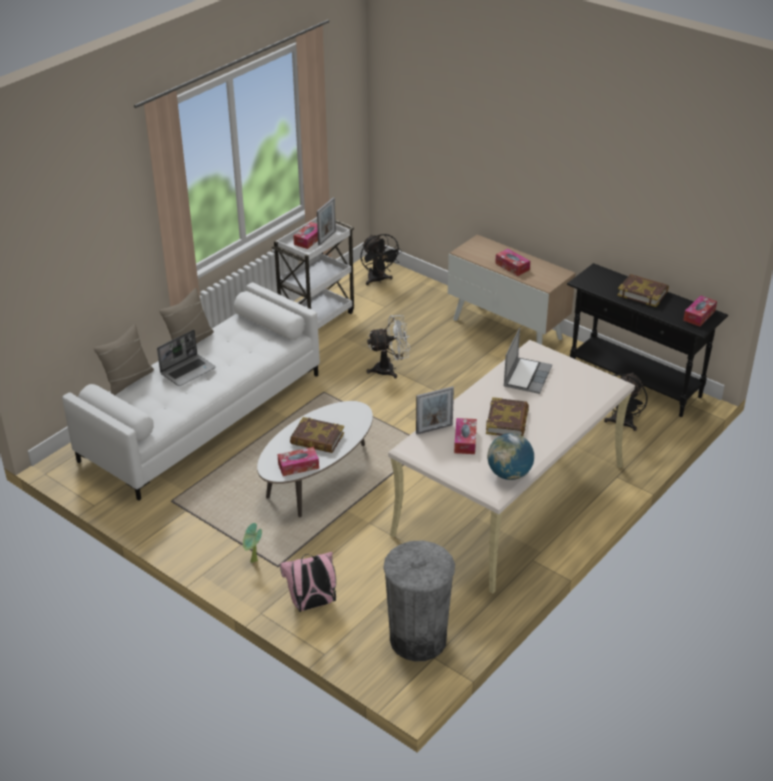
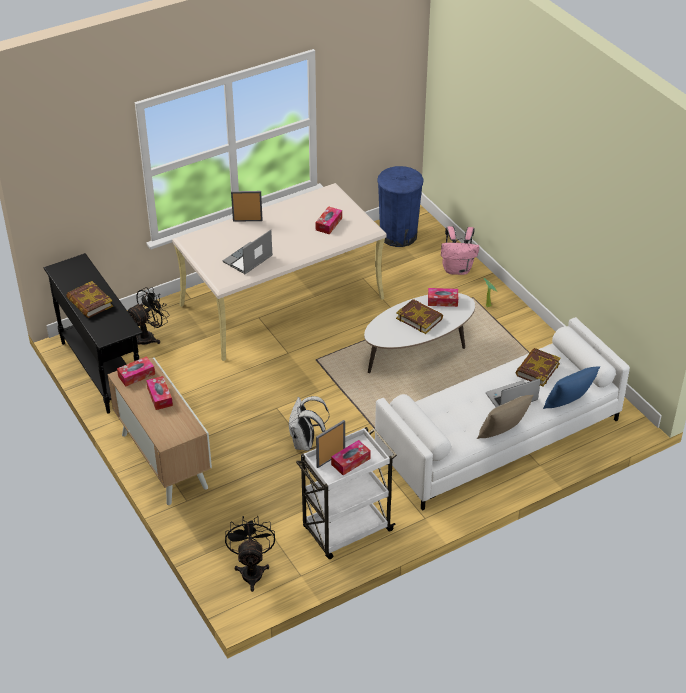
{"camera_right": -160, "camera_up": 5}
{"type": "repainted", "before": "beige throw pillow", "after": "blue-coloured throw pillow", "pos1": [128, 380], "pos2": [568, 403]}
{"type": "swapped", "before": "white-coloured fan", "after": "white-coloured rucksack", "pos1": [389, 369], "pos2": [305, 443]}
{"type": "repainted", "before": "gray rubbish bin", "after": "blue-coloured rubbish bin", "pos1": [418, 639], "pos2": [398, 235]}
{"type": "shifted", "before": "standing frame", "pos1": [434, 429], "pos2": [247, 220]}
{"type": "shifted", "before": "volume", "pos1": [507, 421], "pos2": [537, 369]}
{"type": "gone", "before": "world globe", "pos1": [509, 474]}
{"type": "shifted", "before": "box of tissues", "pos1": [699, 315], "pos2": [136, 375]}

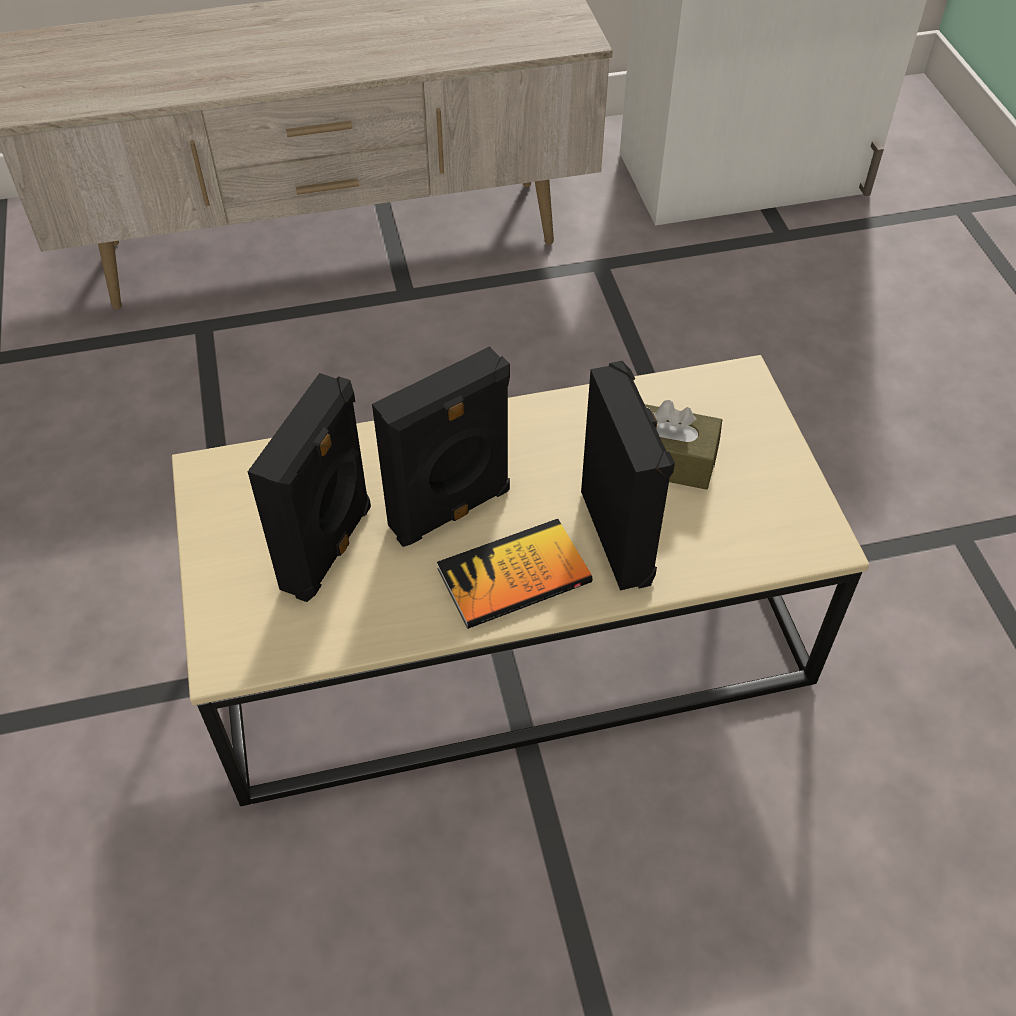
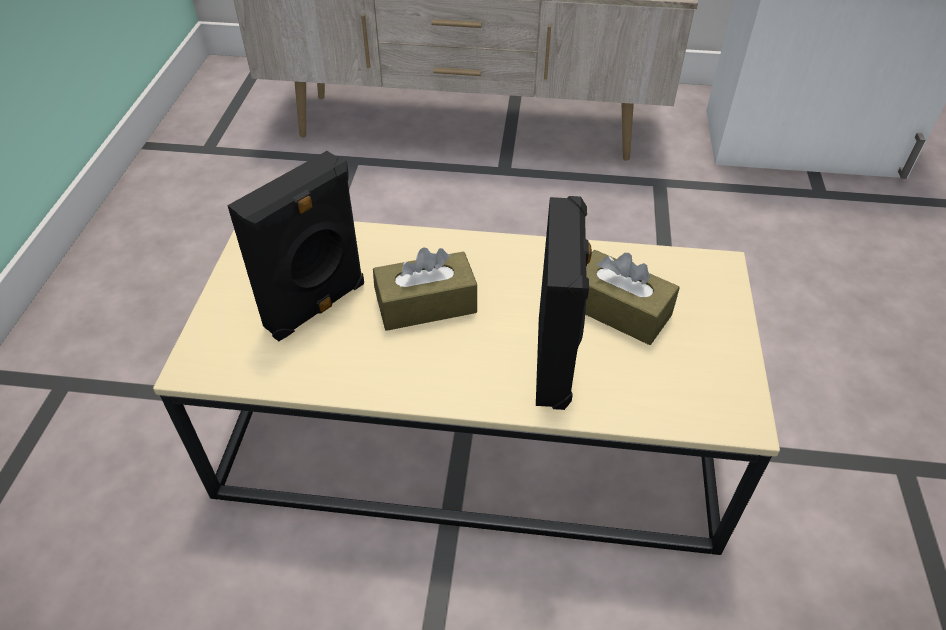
{"camera_right": 20, "camera_up": -5}
{"type": "swapped", "before": "blackish speaker", "after": "brown-coloured box of tissues", "pos1": [452, 511], "pos2": [426, 305]}
{"type": "gone", "before": "volume", "pos1": [514, 576]}

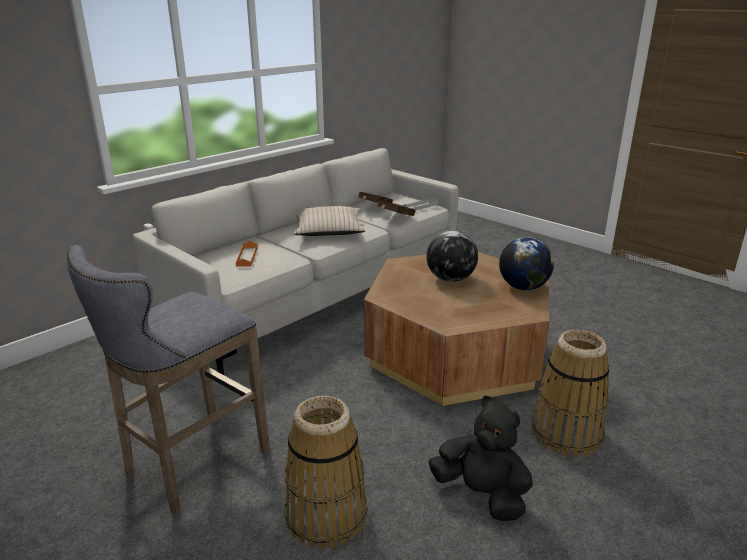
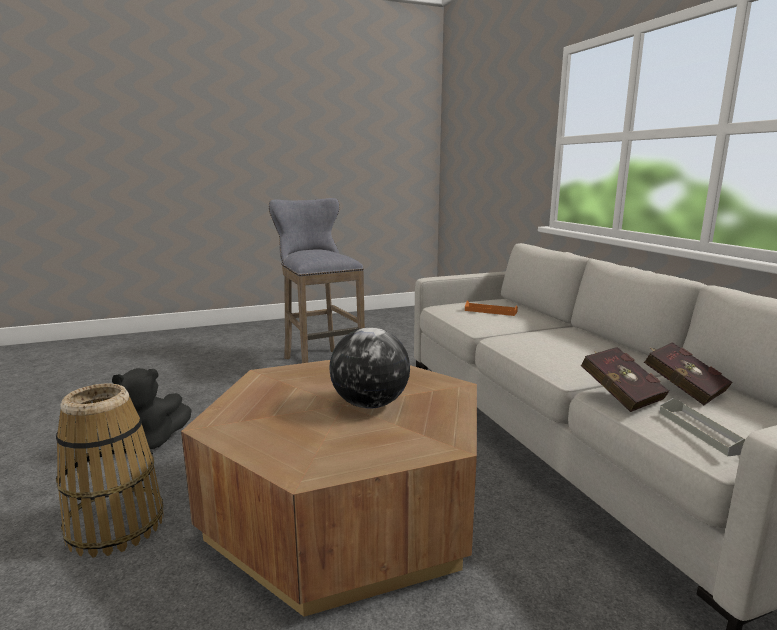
{"camera_right": 115, "camera_up": -10}
{"type": "gone", "before": "storage basket", "pos1": [326, 515]}
{"type": "gone", "before": "beige throw pillow", "pos1": [328, 230]}
{"type": "gone", "before": "world globe", "pos1": [523, 287]}

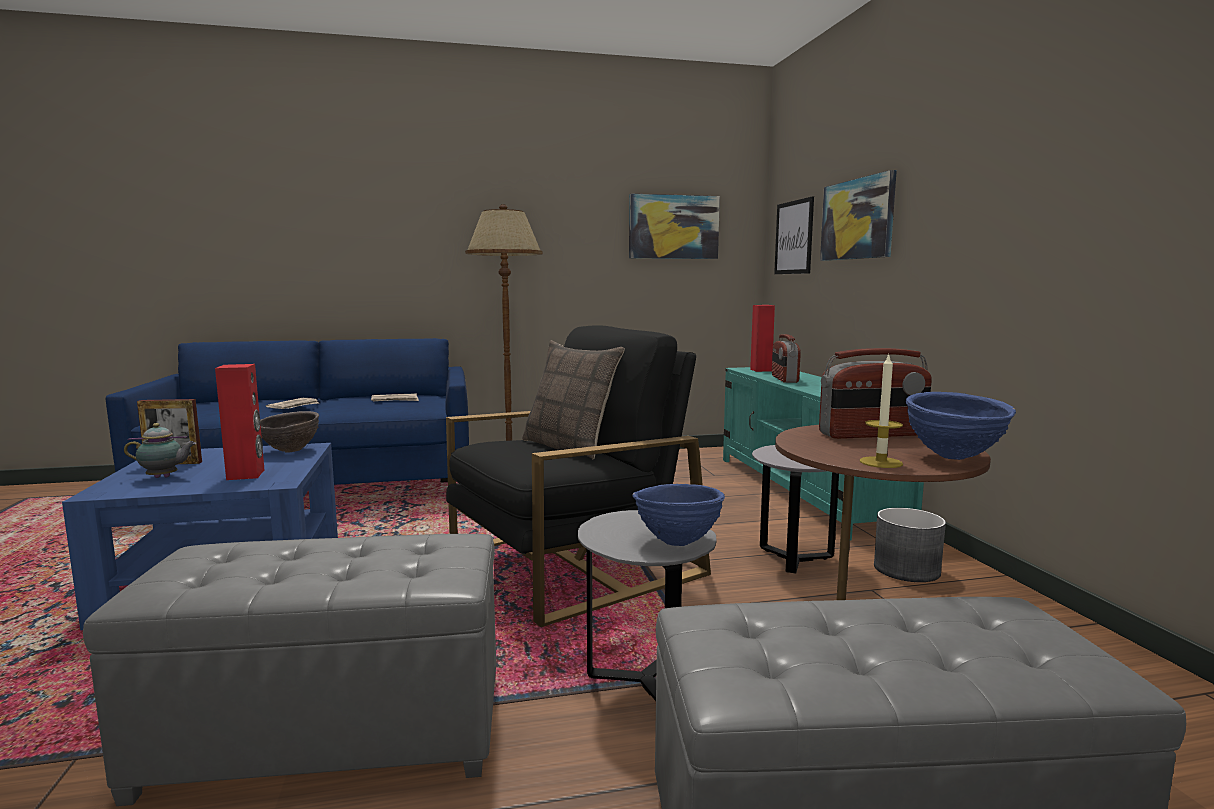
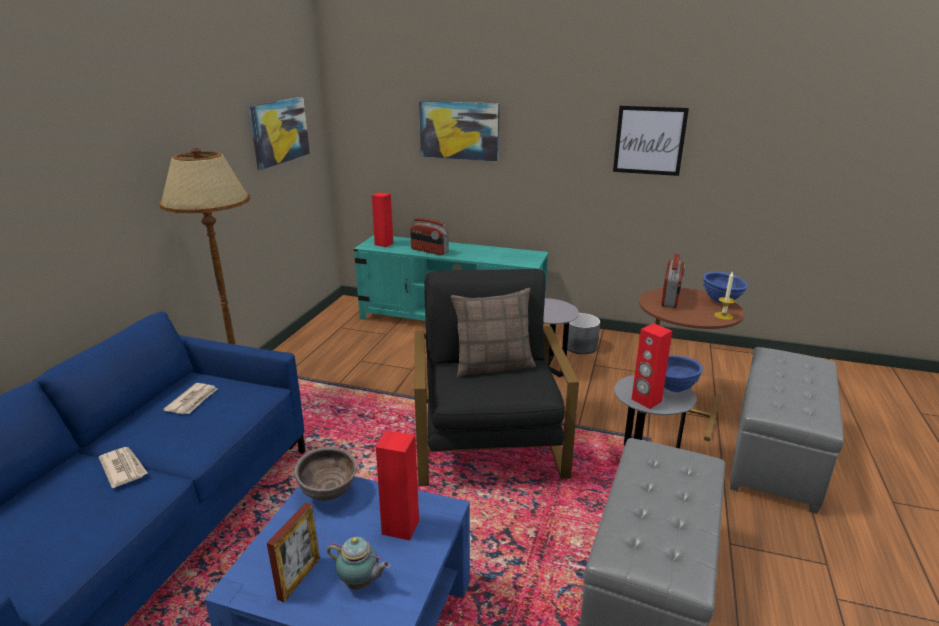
{"camera_right": -60, "camera_up": 15}
{"type": "rotated", "before": "pot for tea", "pos1": [164, 477], "pos2": [360, 583], "turn": 90}
{"type": "shifted", "before": "picture", "pos1": [794, 237], "pos2": [649, 140]}
{"type": "new", "after": "reddish speaker", "pos2": [646, 400]}

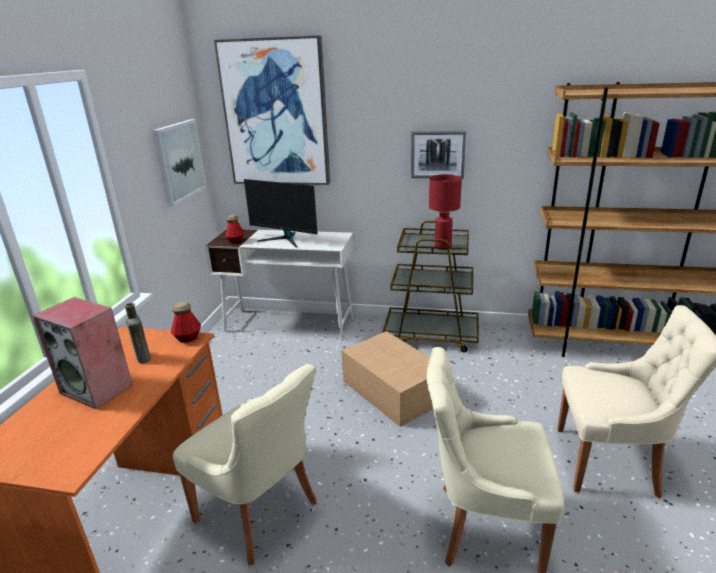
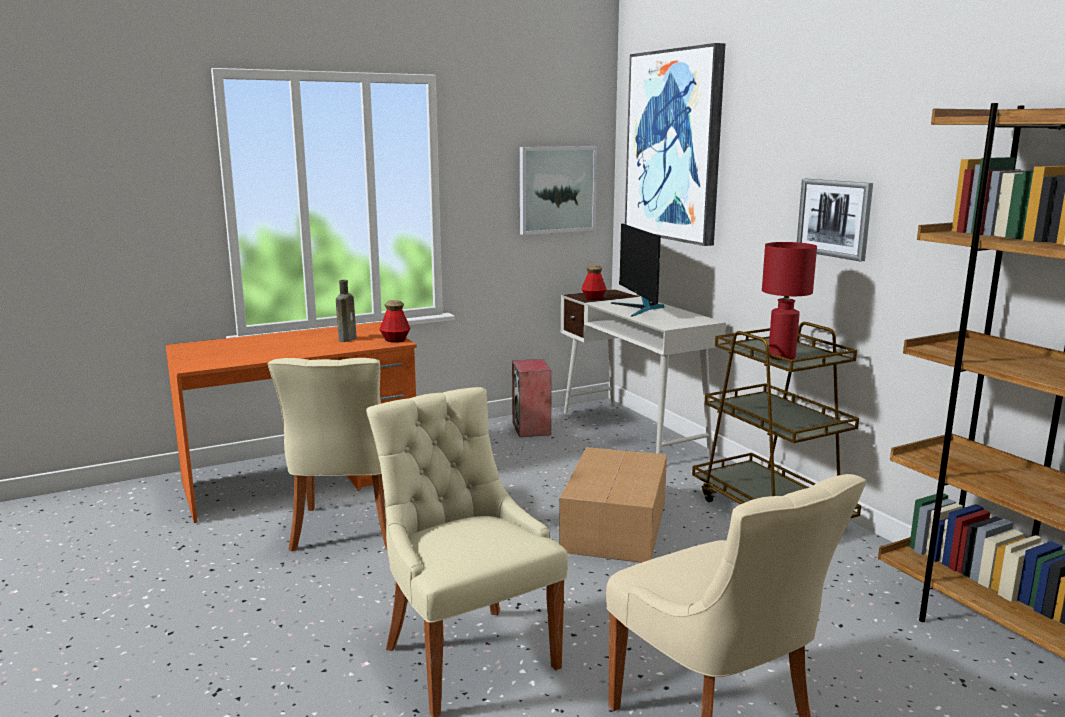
{"camera_right": 50, "camera_up": -10}
{"type": "shifted", "before": "speaker", "pos1": [98, 389], "pos2": [532, 429]}

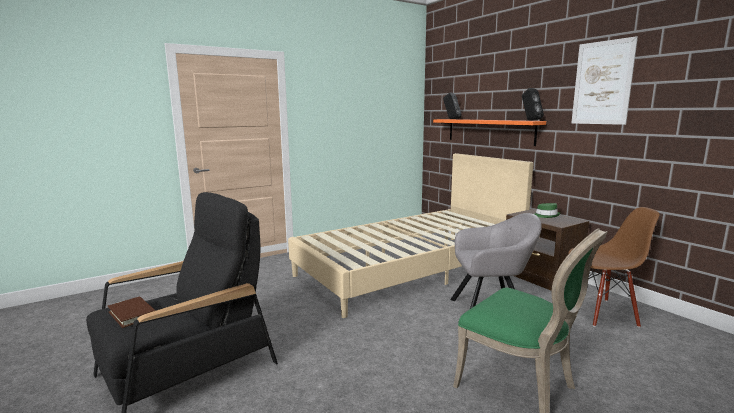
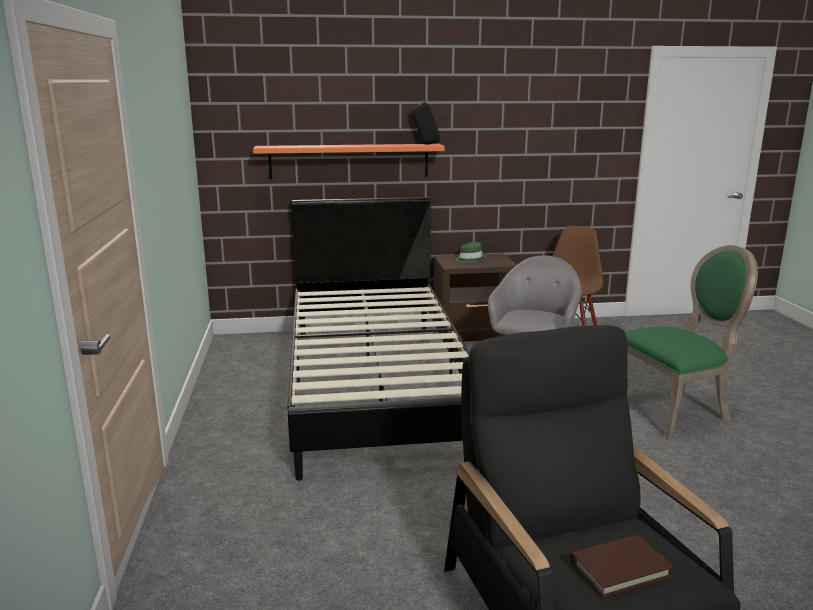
{"camera_right": -65, "camera_up": 5}
{"type": "repainted", "before": "beige bed", "after": "blackish bed", "pos1": [411, 269], "pos2": [376, 385]}
{"type": "gone", "before": "blackish speaker", "pos1": [451, 119]}
{"type": "gone", "before": "picture", "pos1": [602, 83]}

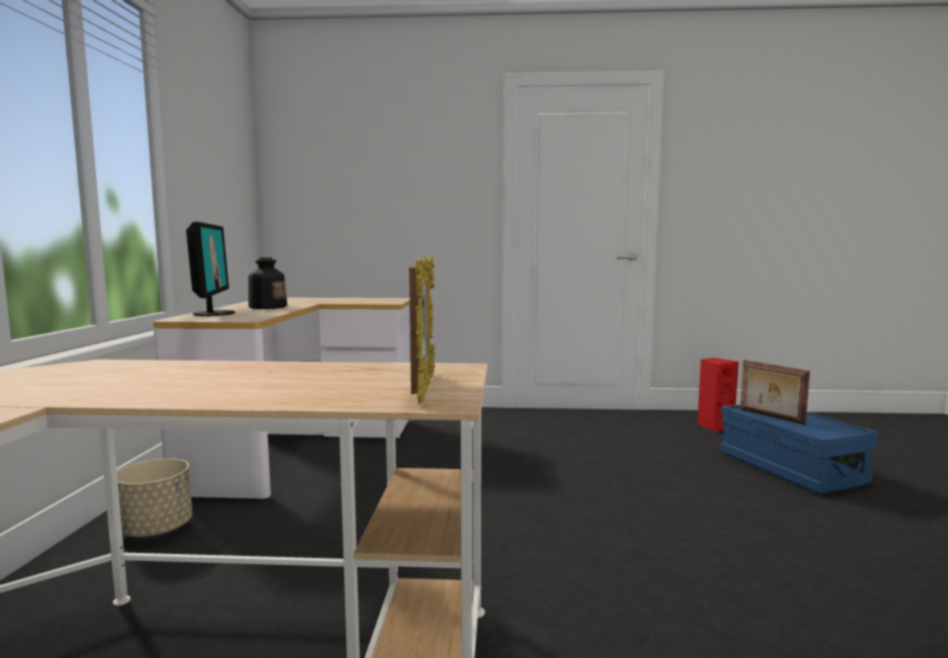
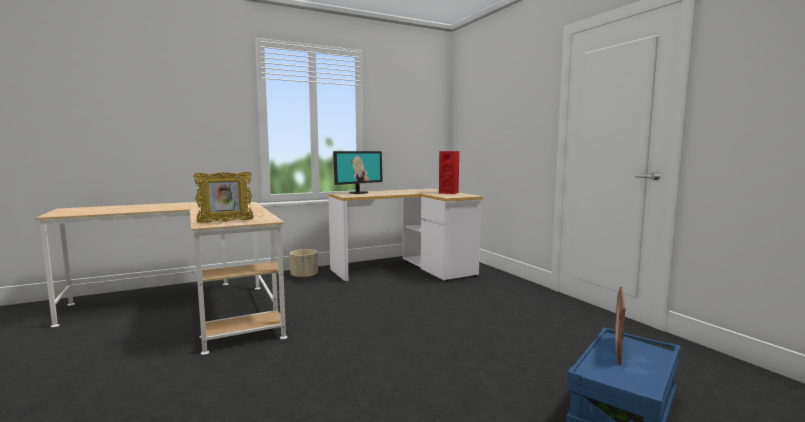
{"camera_right": 60, "camera_up": 0}
{"type": "gone", "before": "drink bottle", "pos1": [267, 307]}
{"type": "shifted", "before": "reddish speaker", "pos1": [714, 426], "pos2": [450, 193]}

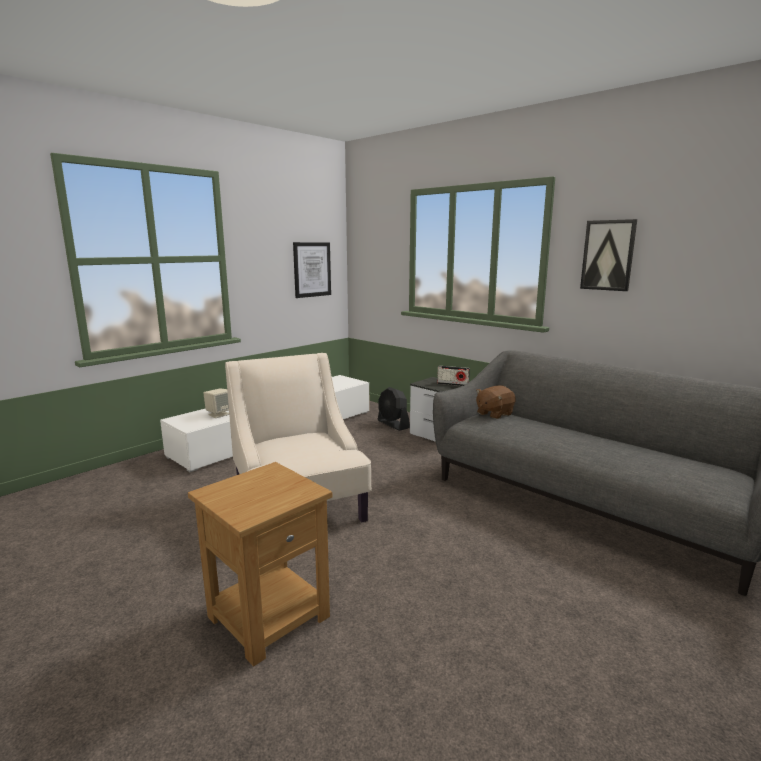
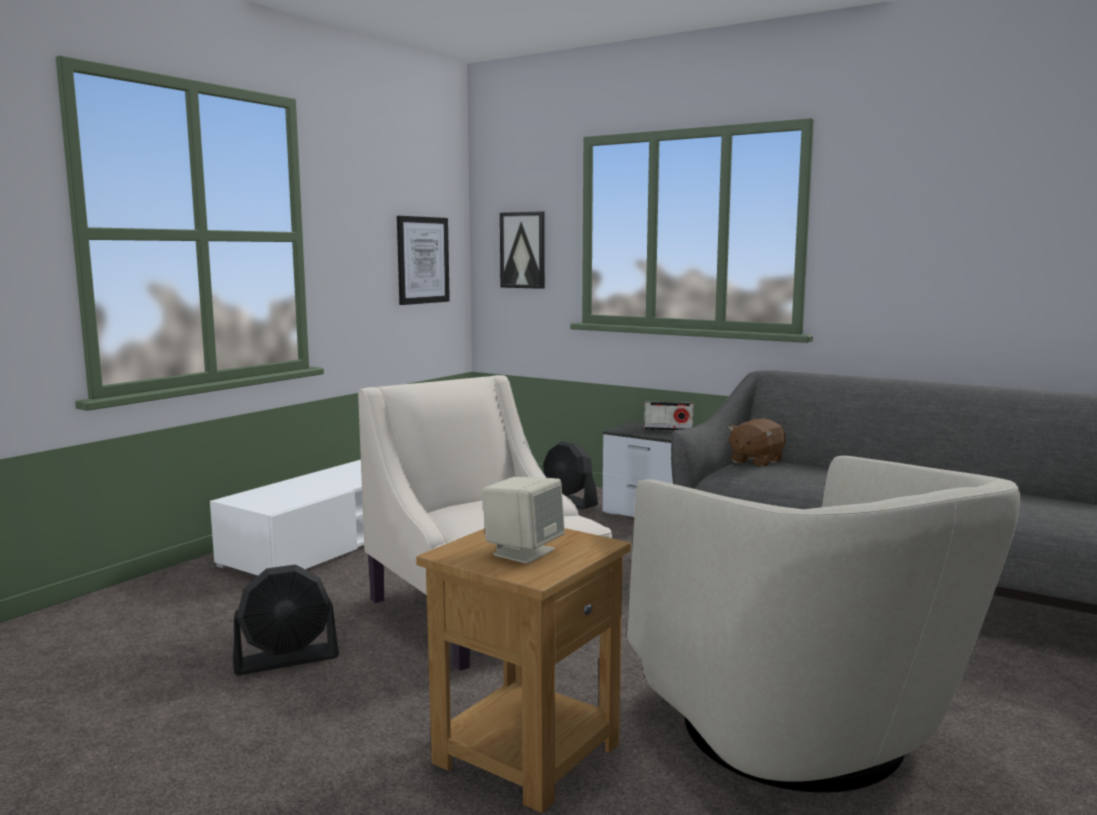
{"camera_right": -10, "camera_up": -5}
{"type": "shifted", "before": "beige speaker", "pos1": [219, 414], "pos2": [523, 552]}
{"type": "shifted", "before": "picture", "pos1": [608, 255], "pos2": [523, 250]}
{"type": "new", "after": "blackish fan", "pos2": [286, 659]}
{"type": "new", "after": "beige armchair", "pos2": [794, 733]}

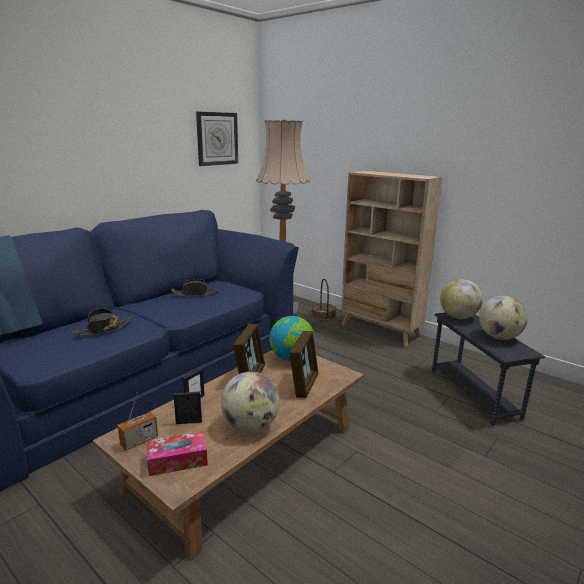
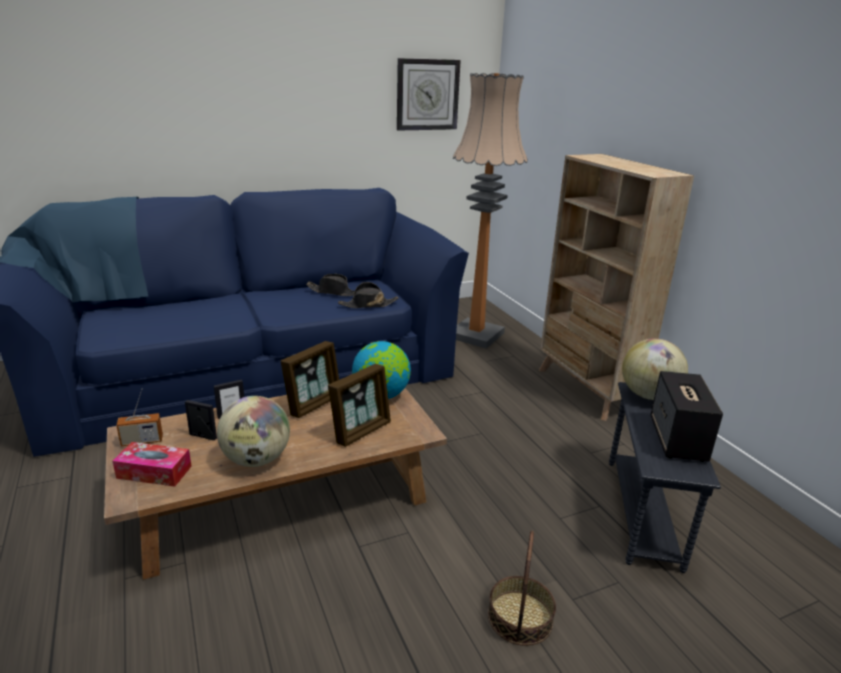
{"camera_right": 25, "camera_up": 5}
{"type": "shifted", "before": "blackish clothing hat", "pos1": [103, 329], "pos2": [368, 305]}
{"type": "shifted", "before": "storage basket", "pos1": [323, 315], "pos2": [520, 617]}
{"type": "swapped", "before": "world globe", "after": "speaker", "pos1": [499, 337], "pos2": [678, 440]}

